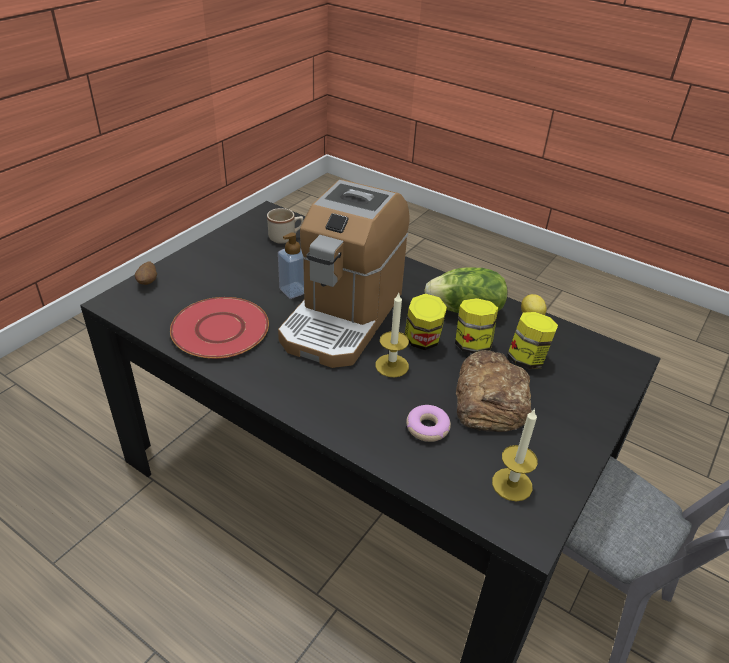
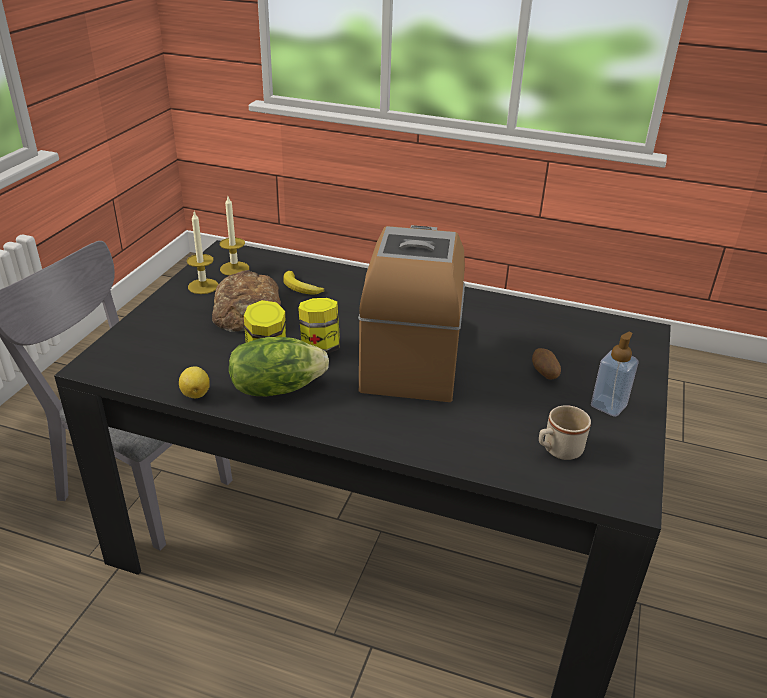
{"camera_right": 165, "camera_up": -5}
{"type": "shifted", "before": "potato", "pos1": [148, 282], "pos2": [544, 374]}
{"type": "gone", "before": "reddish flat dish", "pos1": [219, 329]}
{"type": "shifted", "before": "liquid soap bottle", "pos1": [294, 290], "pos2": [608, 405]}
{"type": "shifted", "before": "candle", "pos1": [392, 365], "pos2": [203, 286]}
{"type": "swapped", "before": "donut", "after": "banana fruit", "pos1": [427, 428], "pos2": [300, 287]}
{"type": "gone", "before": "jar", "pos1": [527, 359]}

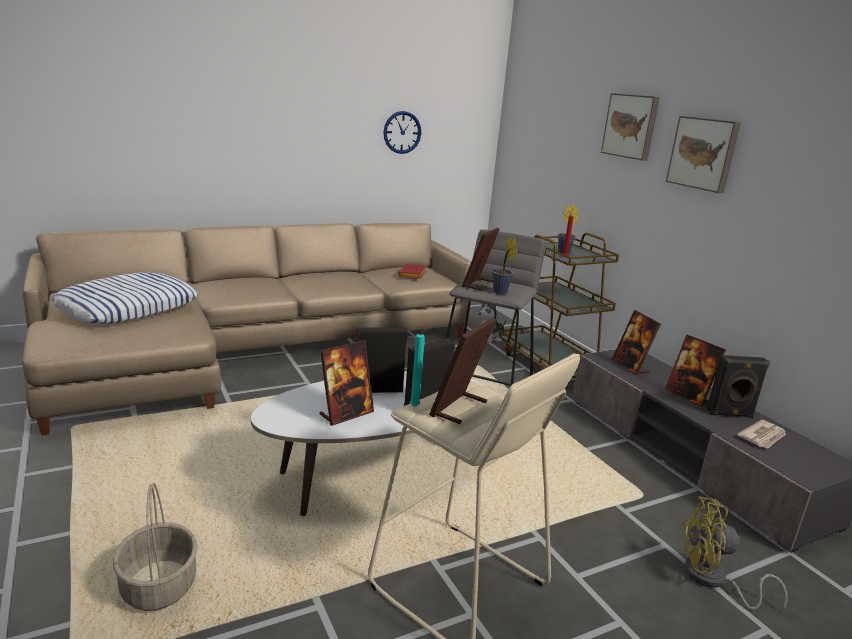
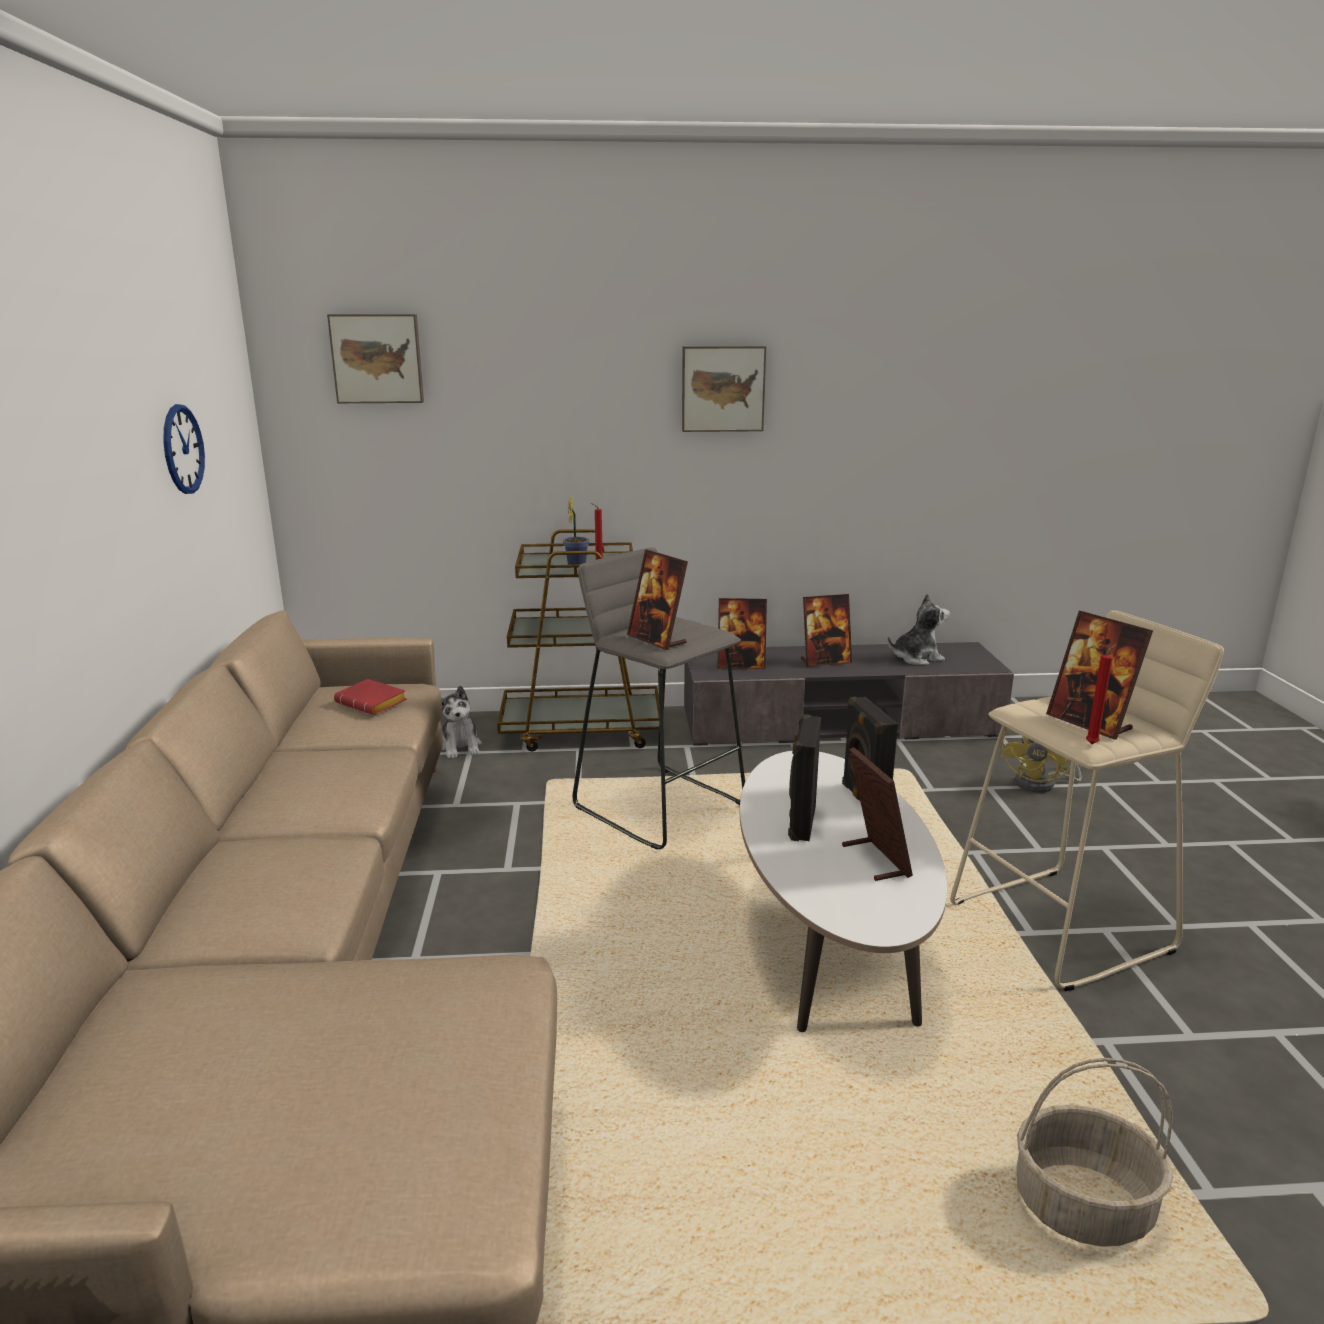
{"camera_right": -65, "camera_up": 0}
{"type": "gone", "before": "throw pillow", "pos1": [128, 307]}
{"type": "repainted", "before": "turquoise-coloured candle", "after": "reddish candle", "pos1": [416, 407], "pos2": [1093, 744]}
{"type": "gone", "before": "potted plant", "pos1": [501, 292]}
{"type": "shifted", "before": "picture", "pos1": [631, 126], "pos2": [377, 358]}
{"type": "gone", "before": "blackish speaker", "pos1": [730, 414]}
{"type": "swapped", "before": "printed paper", "after": "plush toy", "pos1": [763, 436], "pos2": [916, 658]}

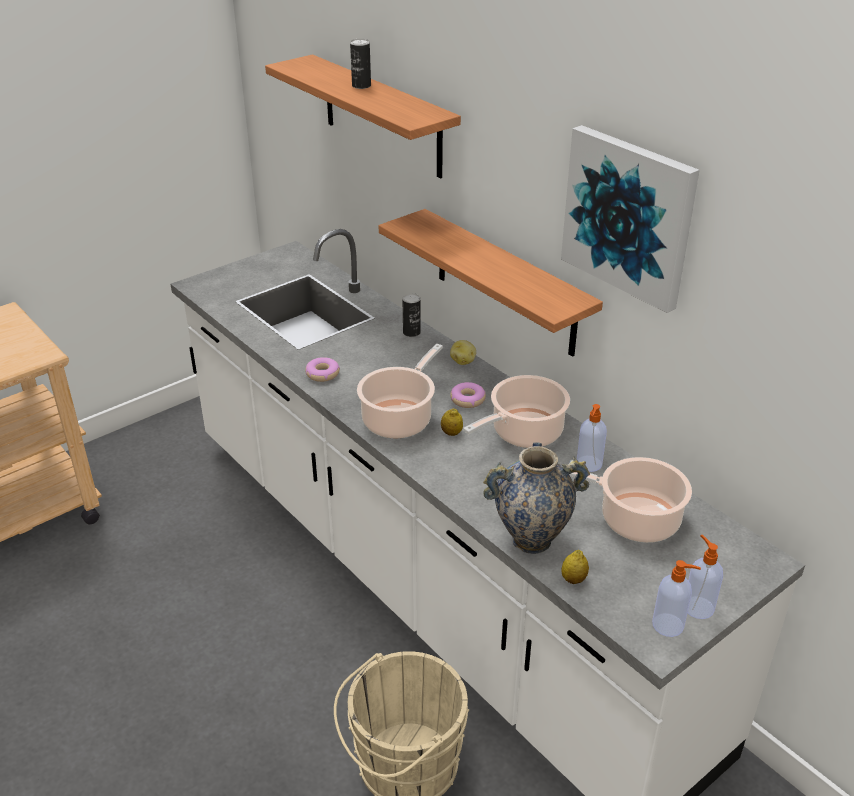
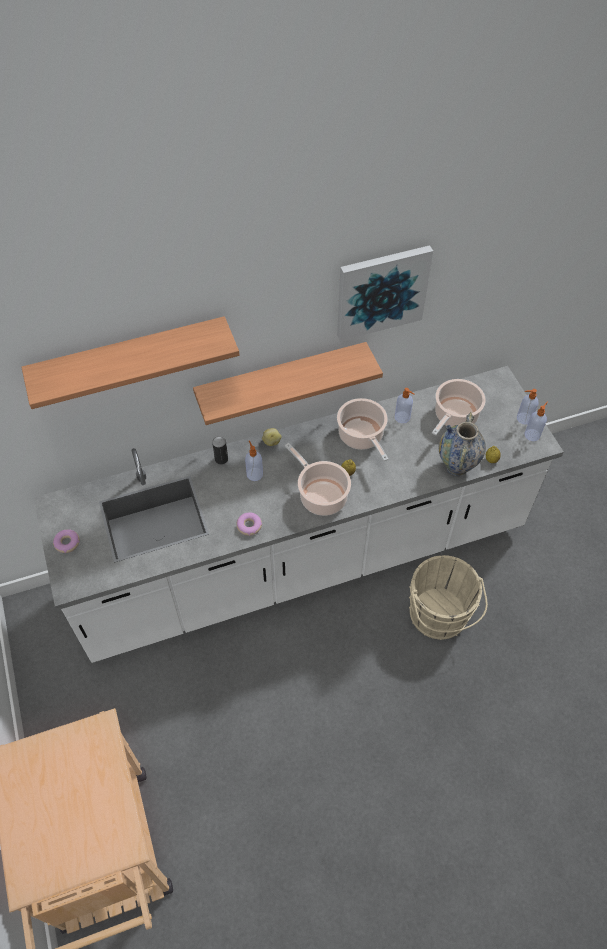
{"camera_right": -70, "camera_up": 20}
{"type": "gone", "before": "sealed can", "pos1": [361, 86]}
{"type": "shifted", "before": "donut", "pos1": [467, 399], "pos2": [67, 543]}
{"type": "new", "after": "liquid soap bottle", "pos2": [254, 474]}

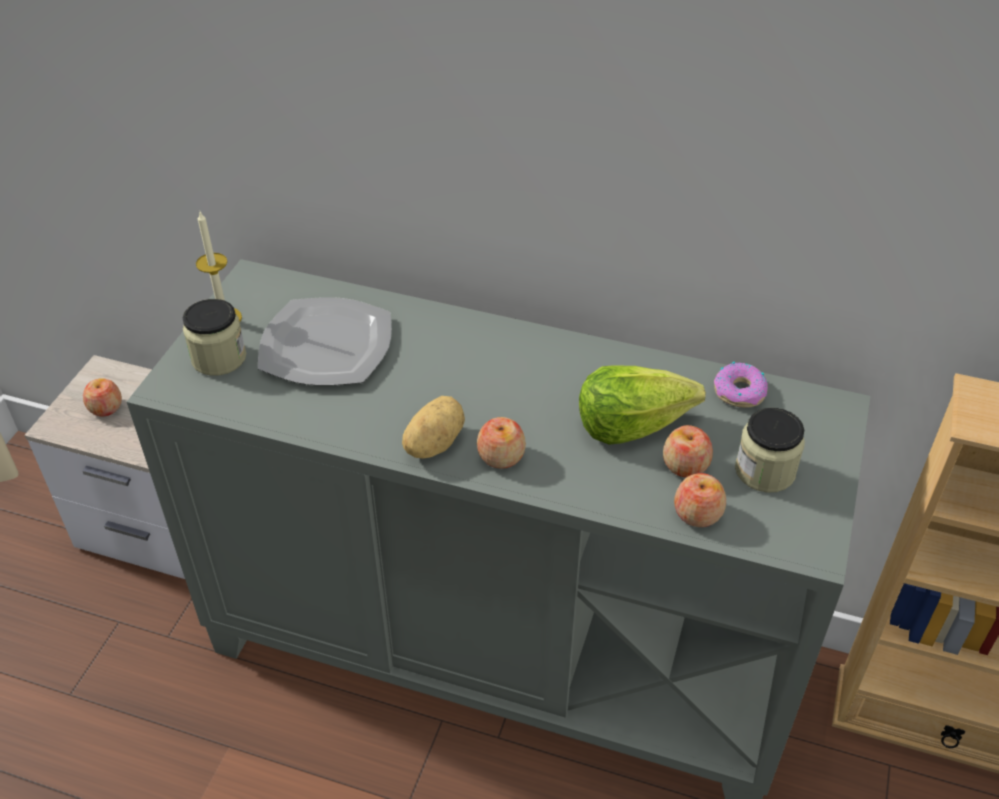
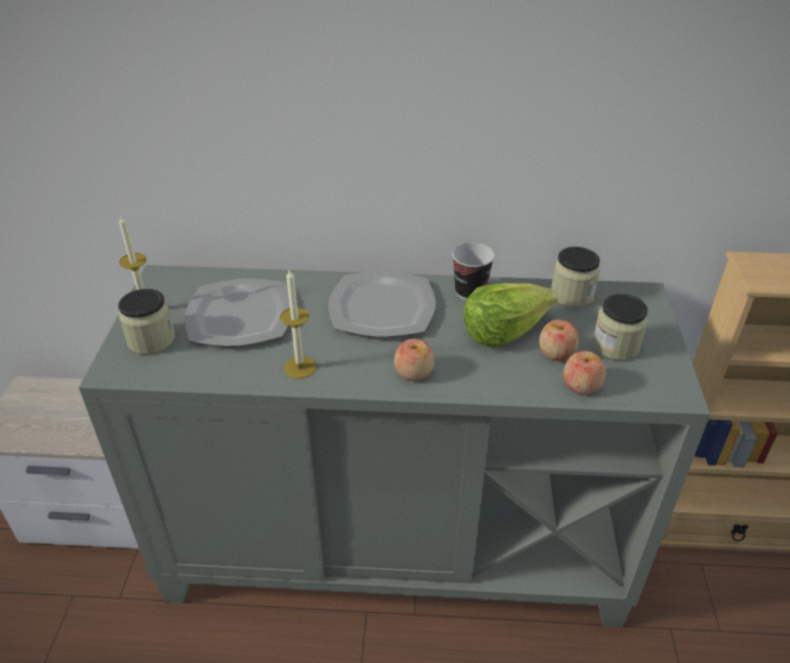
{"camera_right": -15, "camera_up": -5}
{"type": "gone", "before": "whole apple", "pos1": [106, 408]}
{"type": "gone", "before": "potato", "pos1": [432, 443]}
{"type": "swapped", "before": "donut", "after": "jar", "pos1": [740, 391], "pos2": [571, 295]}
{"type": "new", "after": "candle", "pos2": [300, 367]}
{"type": "new", "after": "flat dish", "pos2": [383, 308]}
{"type": "new", "after": "drinking cup", "pos2": [470, 292]}

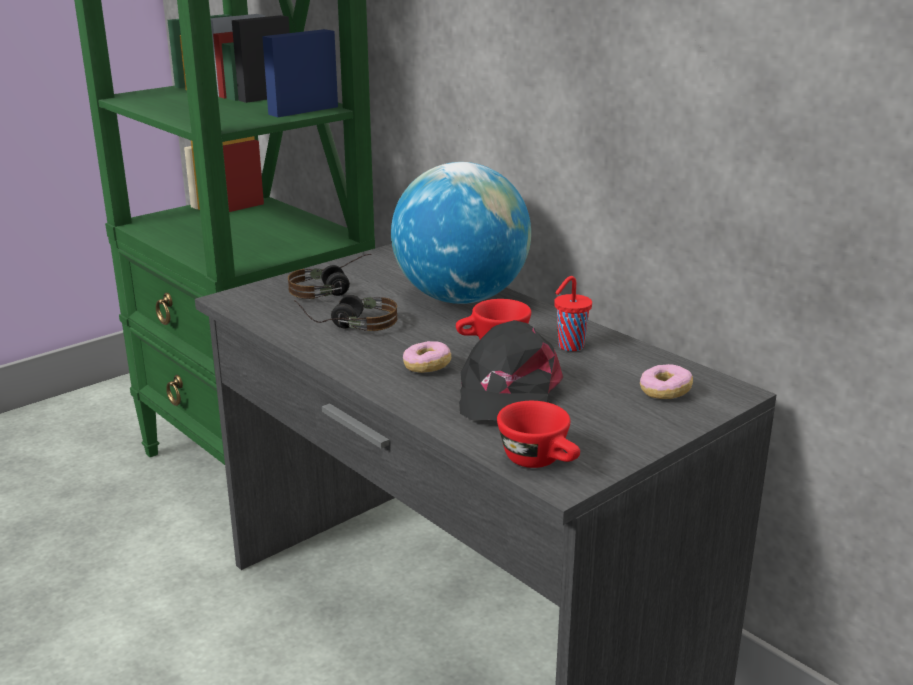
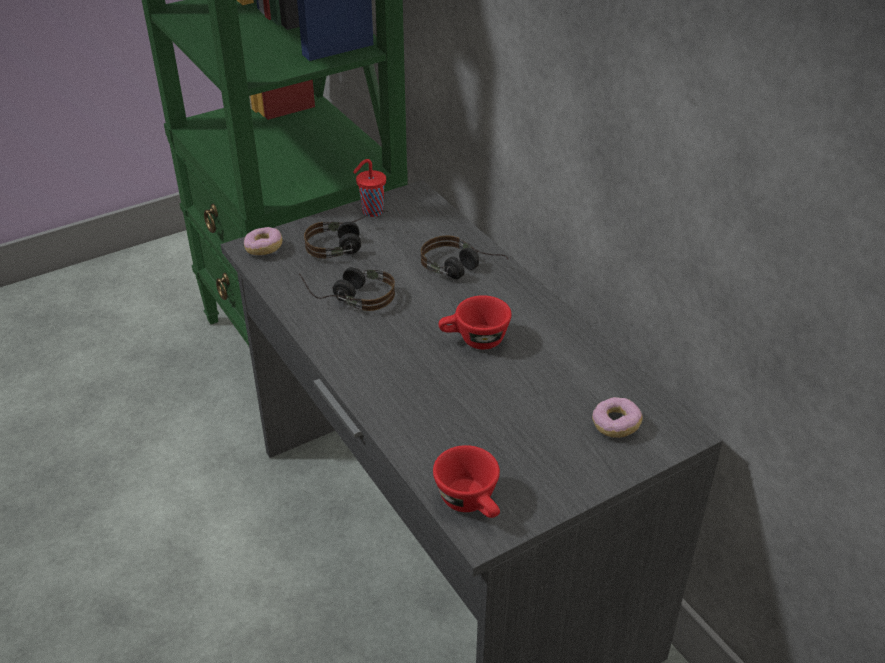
{"camera_right": 10, "camera_up": 15}
{"type": "swapped", "before": "world globe", "after": "headphones", "pos1": [460, 298], "pos2": [463, 270]}
{"type": "shifted", "before": "donut", "pos1": [427, 367], "pos2": [264, 248]}
{"type": "gone", "before": "blackish peaked cap", "pos1": [507, 392]}
{"type": "shifted", "before": "reddish drinking cup", "pos1": [569, 347], "pos2": [371, 212]}

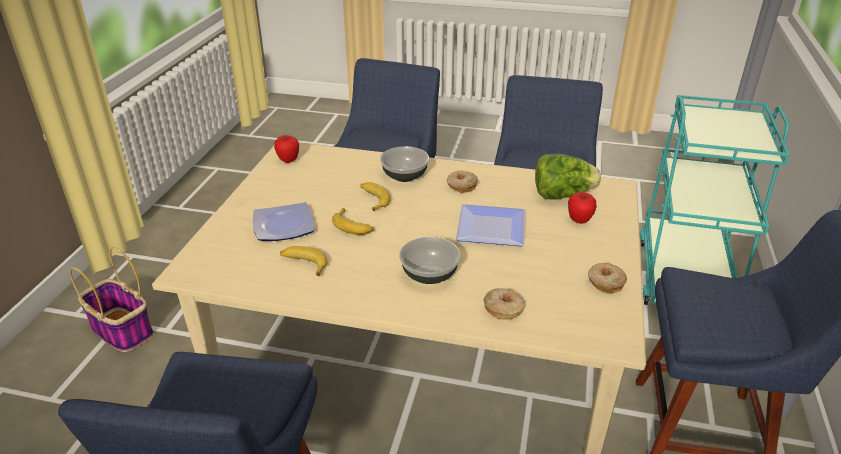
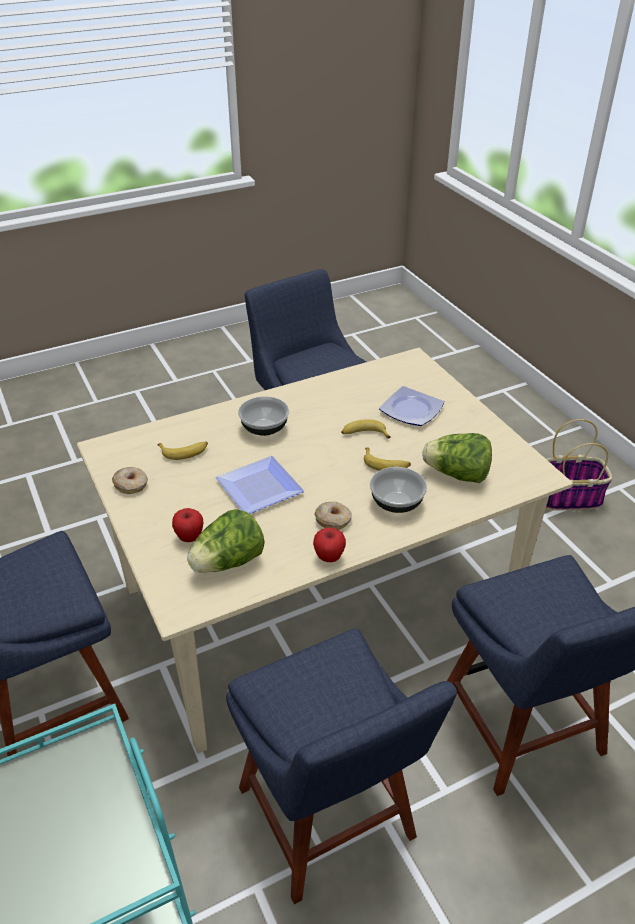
{"camera_right": 140, "camera_up": 5}
{"type": "shifted", "before": "whole apple", "pos1": [288, 160], "pos2": [329, 557]}
{"type": "shifted", "before": "banana fruit", "pos1": [304, 264], "pos2": [184, 452]}
{"type": "gone", "before": "donut", "pos1": [504, 309]}
{"type": "new", "after": "head of lettuce", "pos2": [457, 474]}

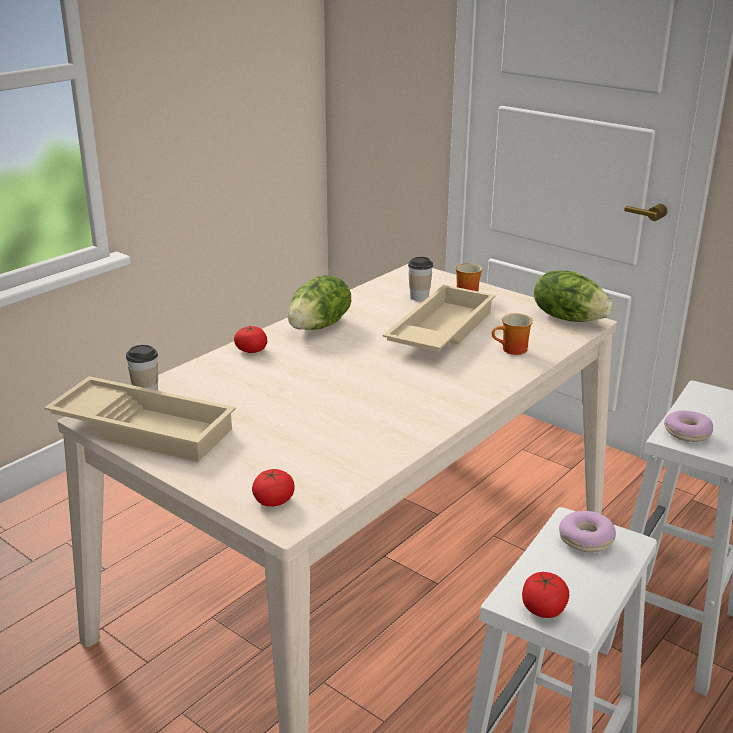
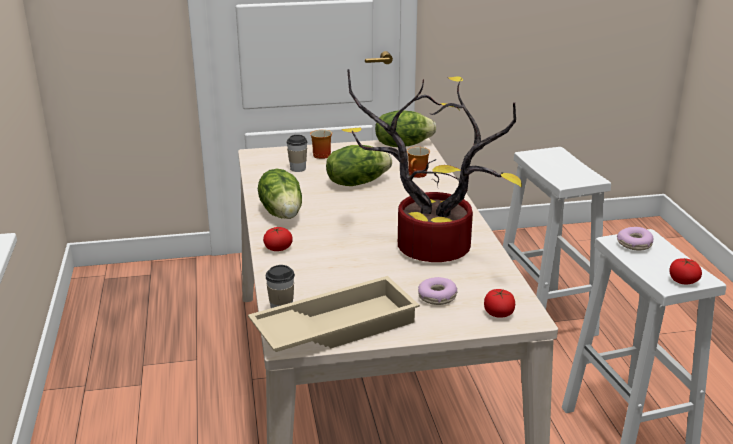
{"camera_right": -50, "camera_up": 0}
{"type": "swapped", "before": "beige carrying tray", "after": "head of lettuce", "pos1": [439, 331], "pos2": [357, 182]}
{"type": "shifted", "before": "donut", "pos1": [687, 433], "pos2": [437, 297]}
{"type": "new", "after": "potted plant", "pos2": [426, 249]}

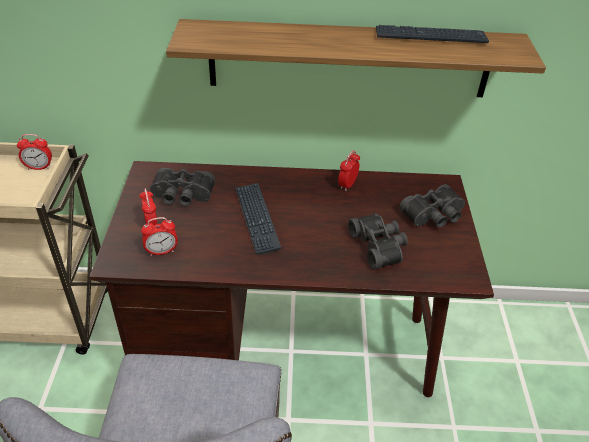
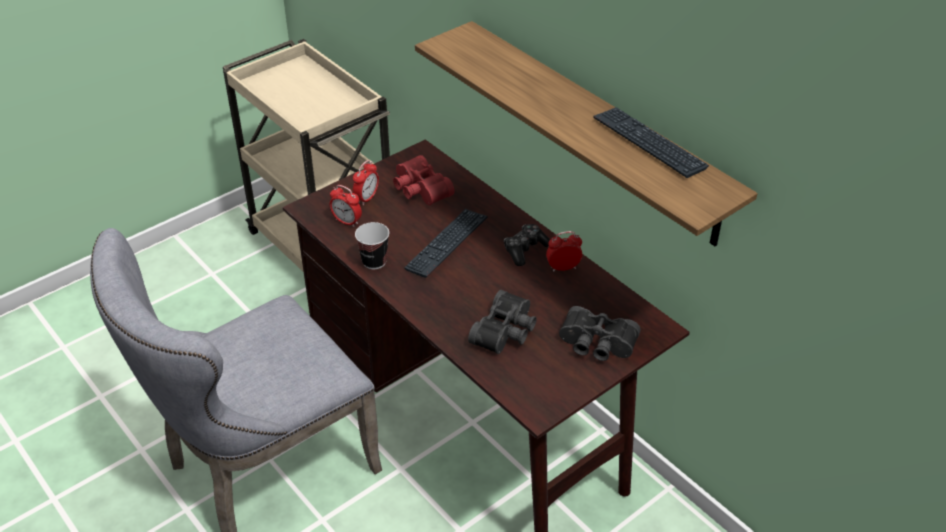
{"camera_right": 50, "camera_up": 0}
{"type": "gone", "before": "alarm clock", "pos1": [39, 167]}
{"type": "repainted", "before": "blackish binoculars", "after": "reddish binoculars", "pos1": [182, 196], "pos2": [419, 190]}
{"type": "new", "after": "drinking cup", "pos2": [374, 261]}
{"type": "new", "after": "game controller", "pos2": [525, 249]}

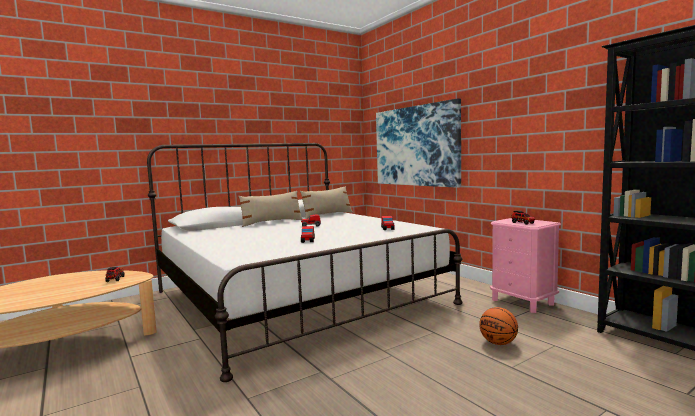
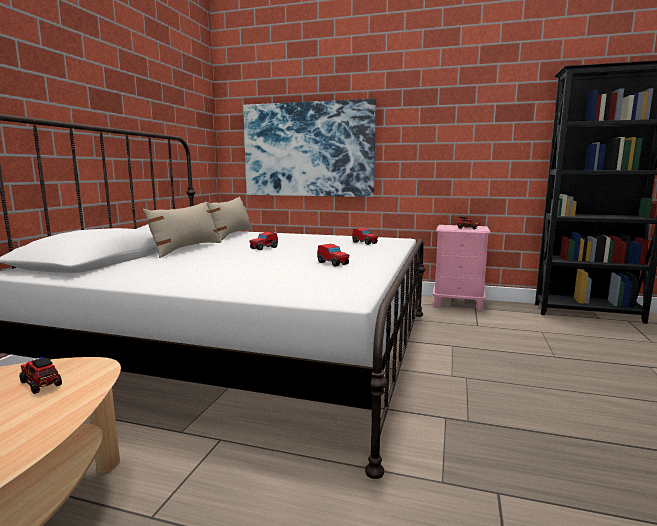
{"camera_right": -40, "camera_up": 5}
{"type": "gone", "before": "basketball", "pos1": [498, 343]}

